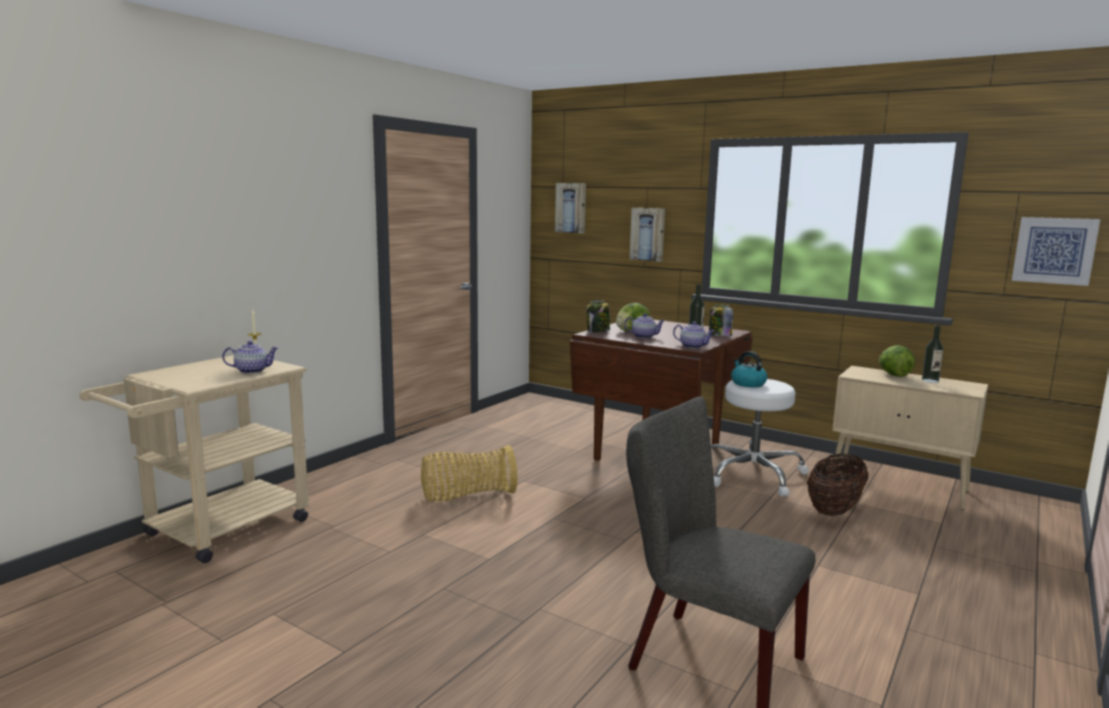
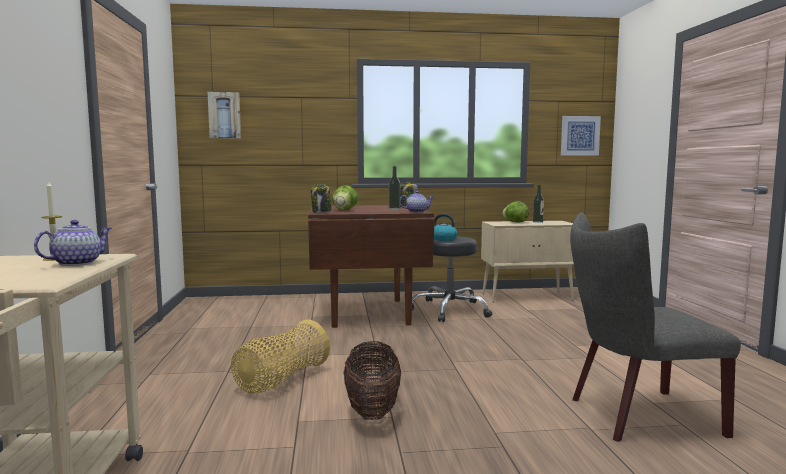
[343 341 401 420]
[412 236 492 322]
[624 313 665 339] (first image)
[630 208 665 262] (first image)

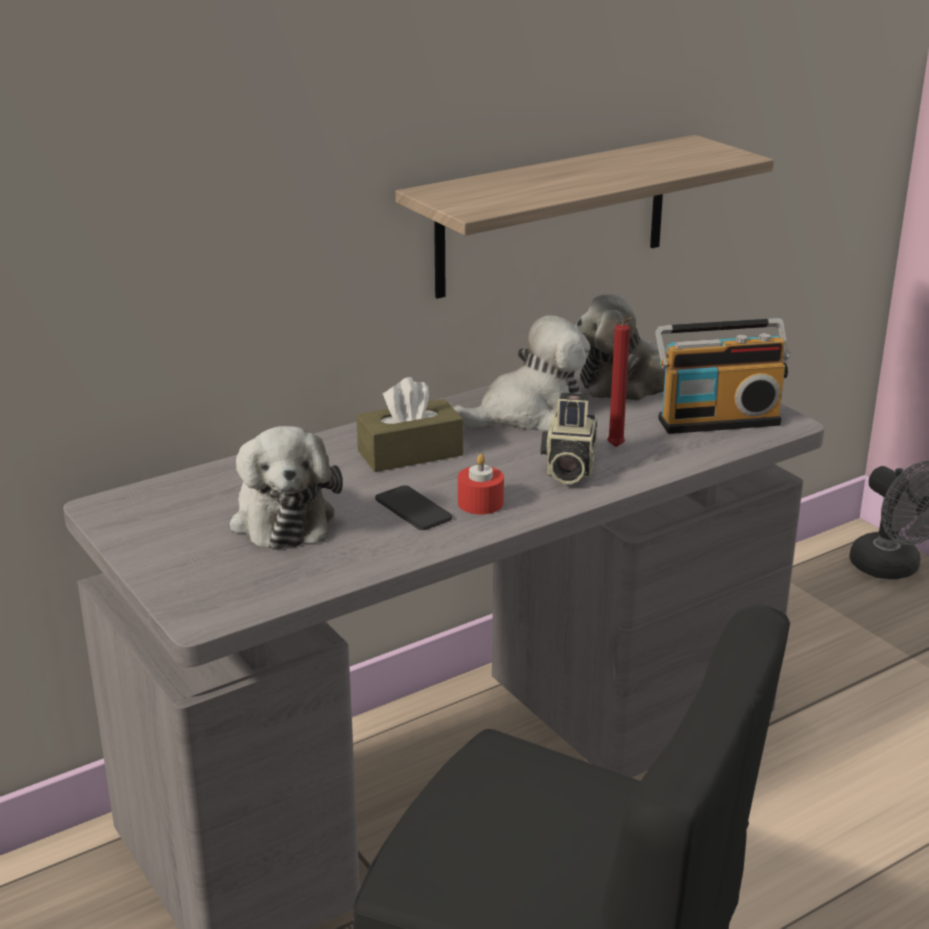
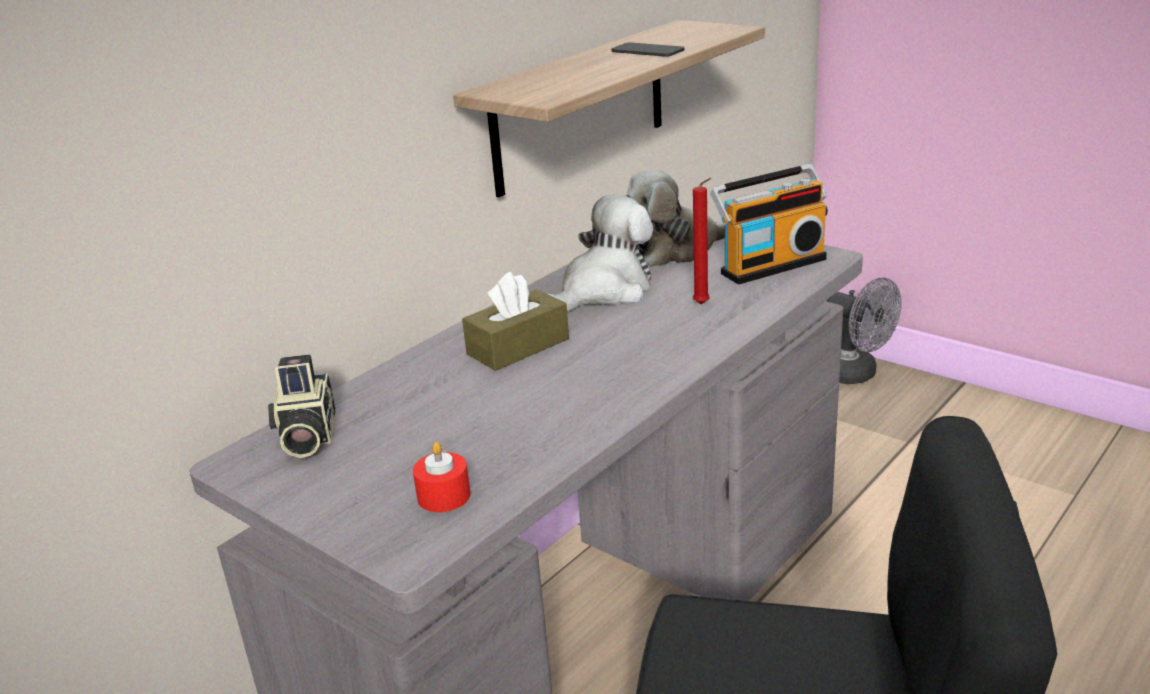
[268 354 335 458]
[413 442 471 512]
[611 42 684 57]
[229 426 343 550] (first image)

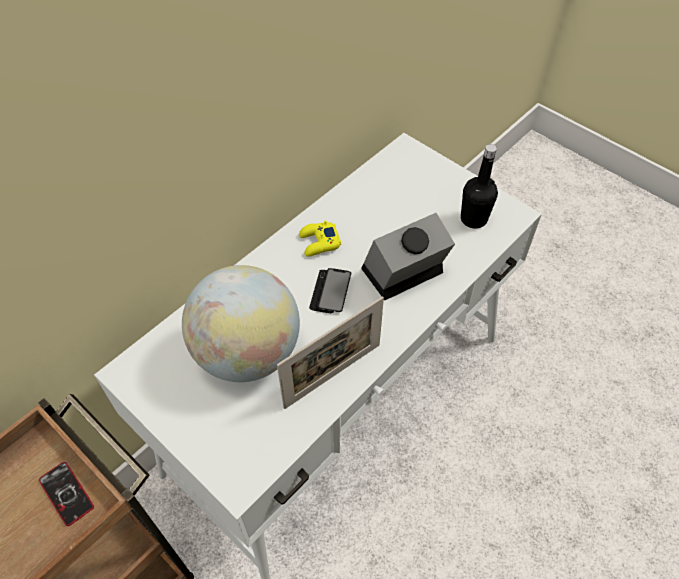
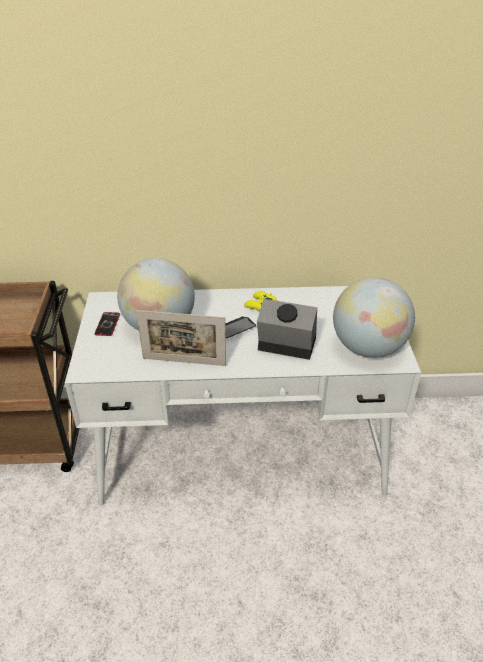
[94 312 120 336]
[333 277 415 358]

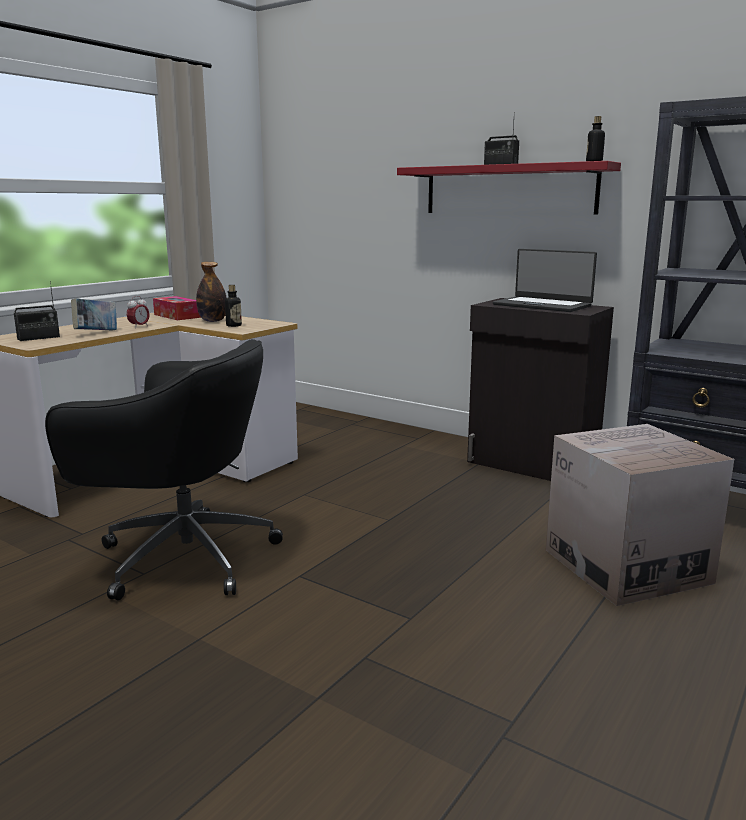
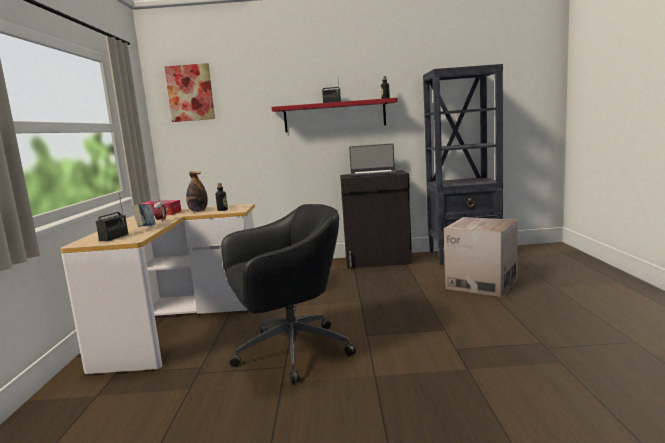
[164 63 215 122]

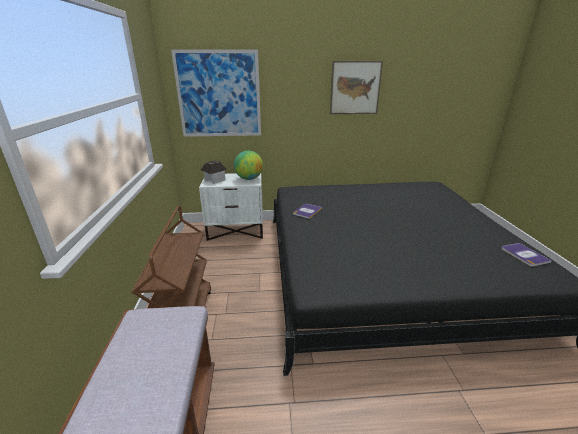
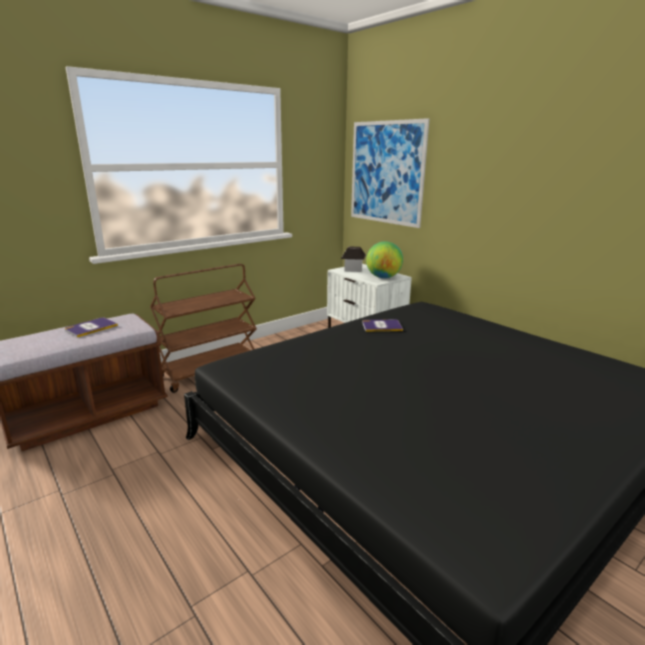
[65 317 118 338]
[330 61 383 114] (first image)

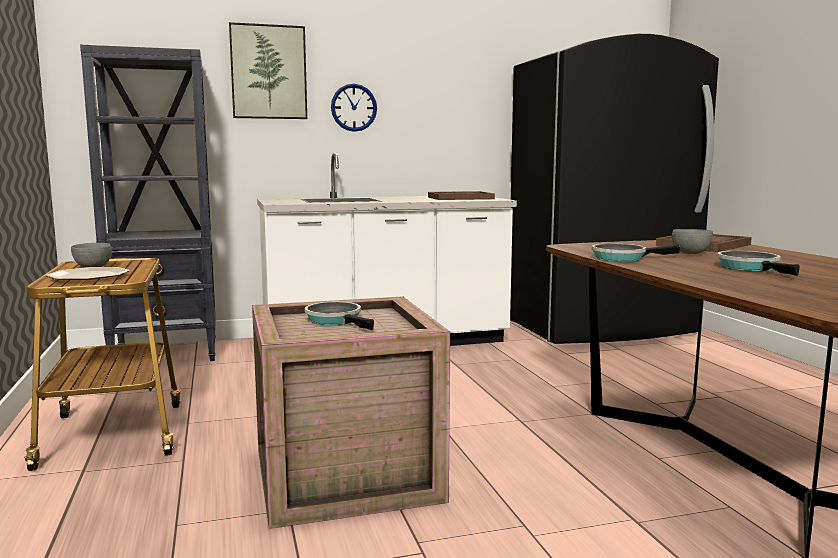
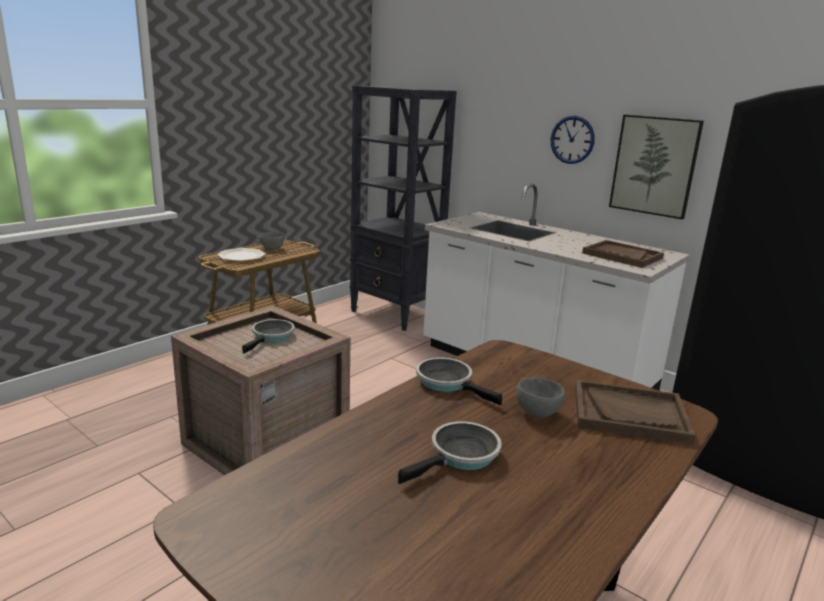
[609 115 704 219]

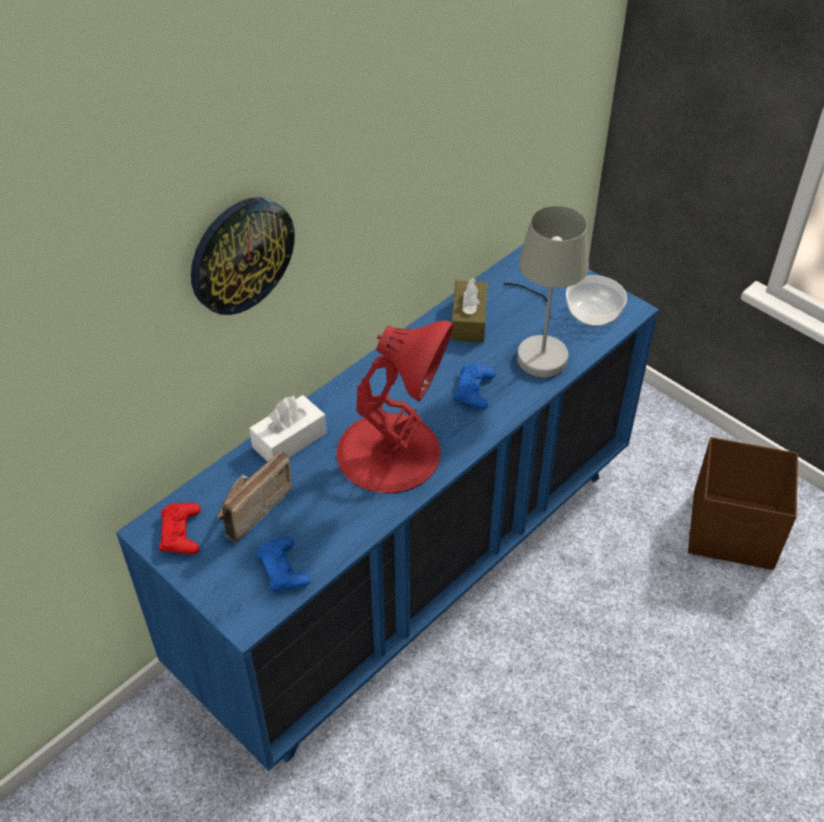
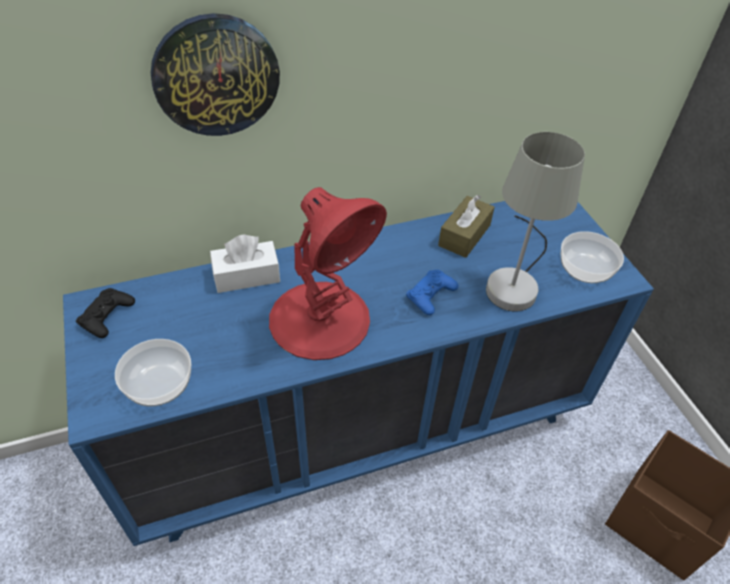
[76 288 135 338]
[115 339 191 406]
[218 452 294 542] (first image)

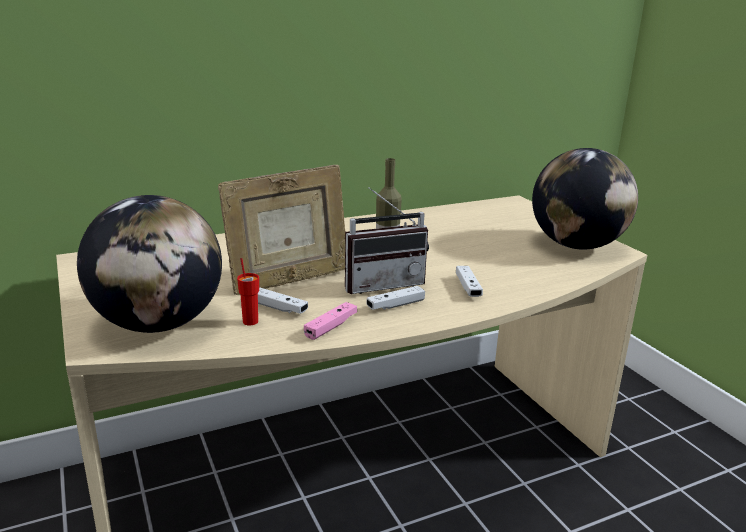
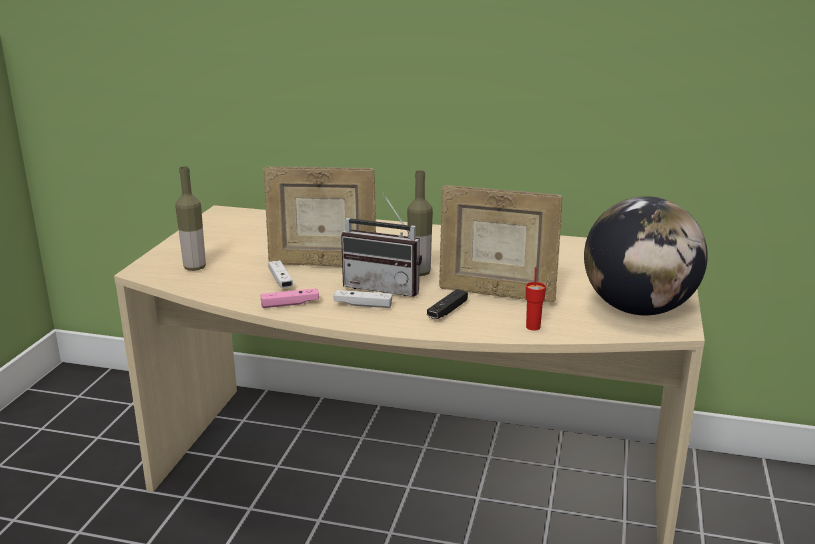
[175 166 206 271]
[427 289 468 319]
[439 185 563 303]
[526 267 546 331]

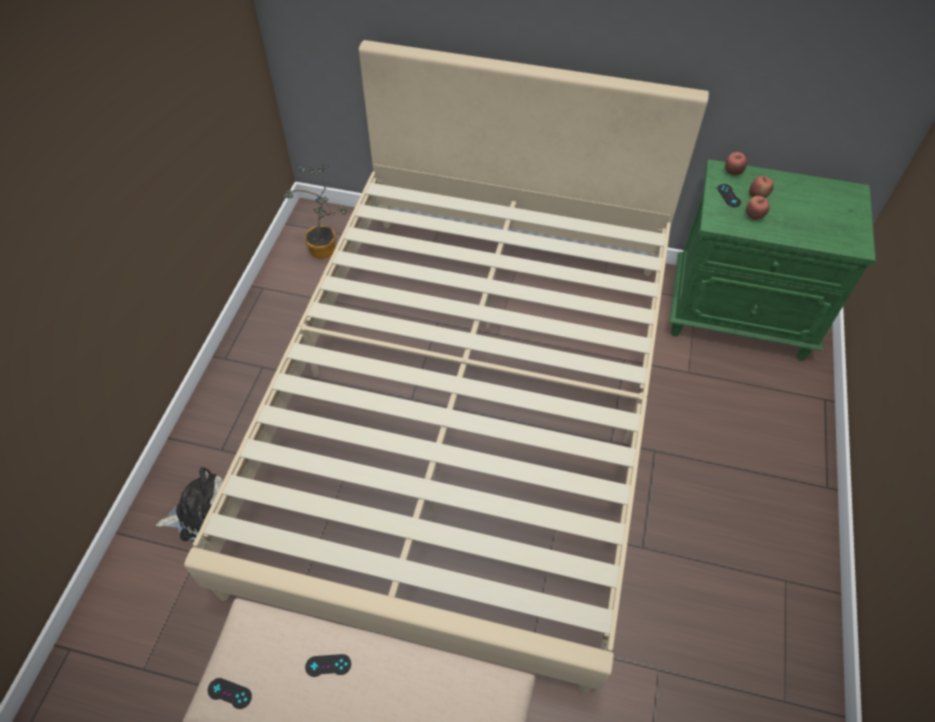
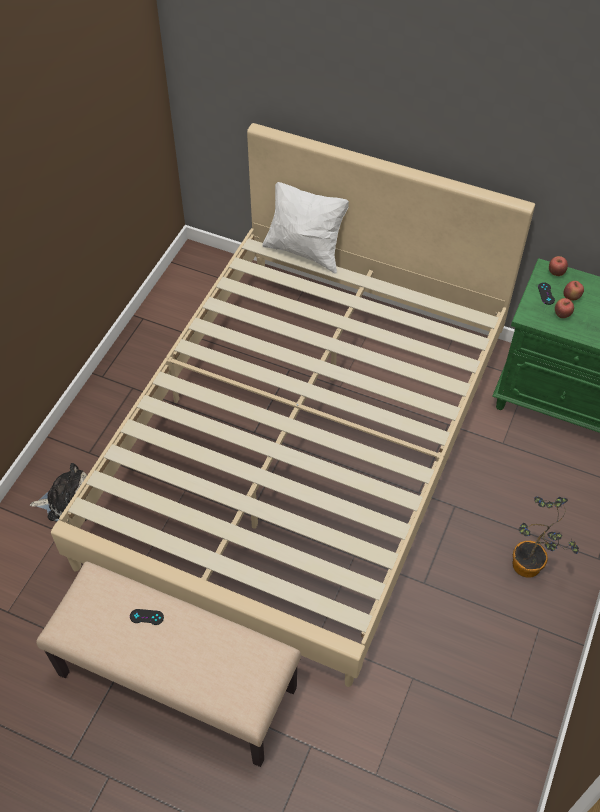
[262 182 349 274]
[512 497 579 578]
[208 678 252 709] (first image)

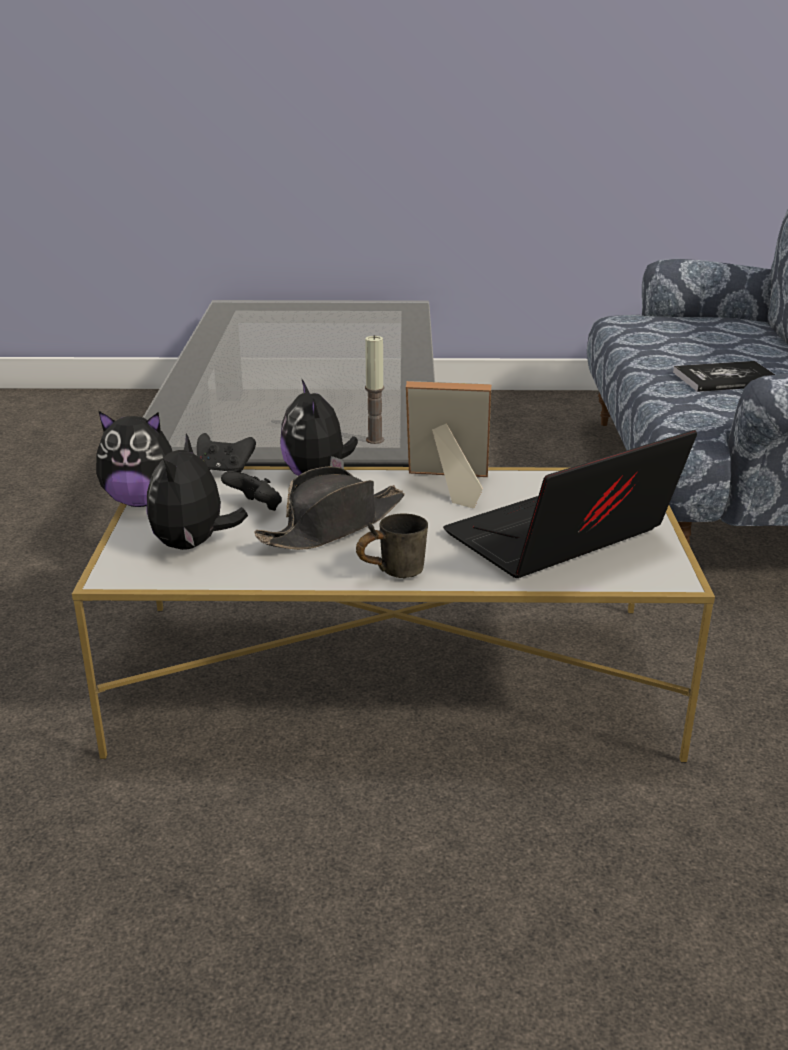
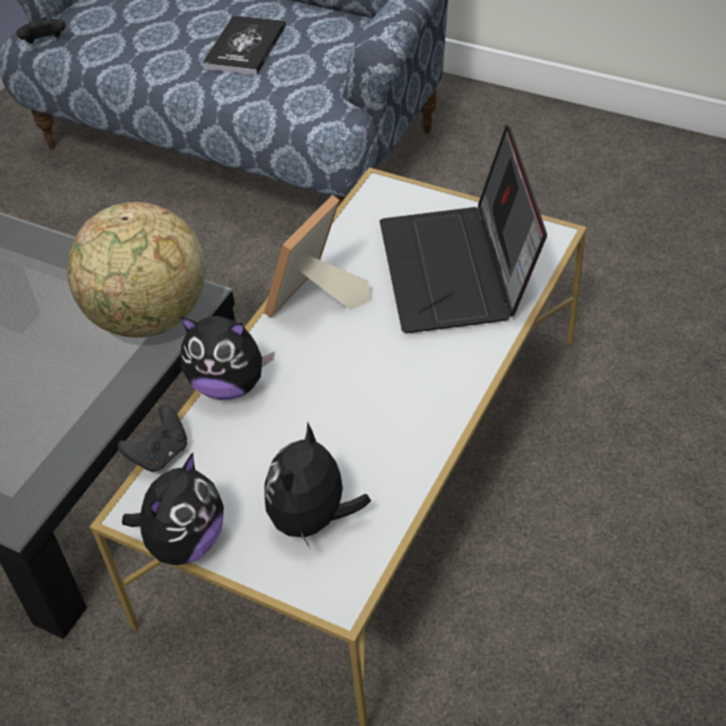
[17 17 66 43]
[67 202 205 338]
[264 421 371 548]
[254 467 405 550] (first image)
[356 513 428 579] (first image)

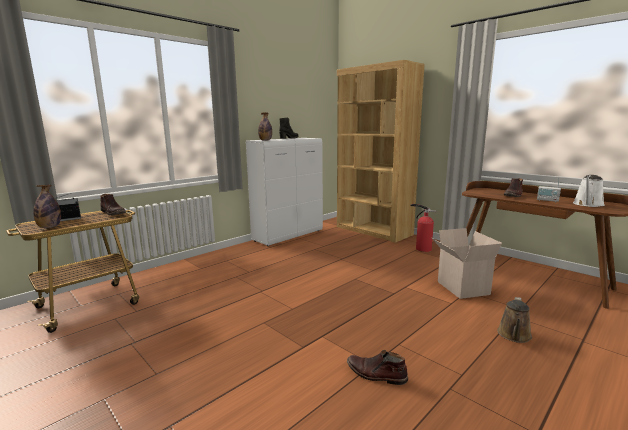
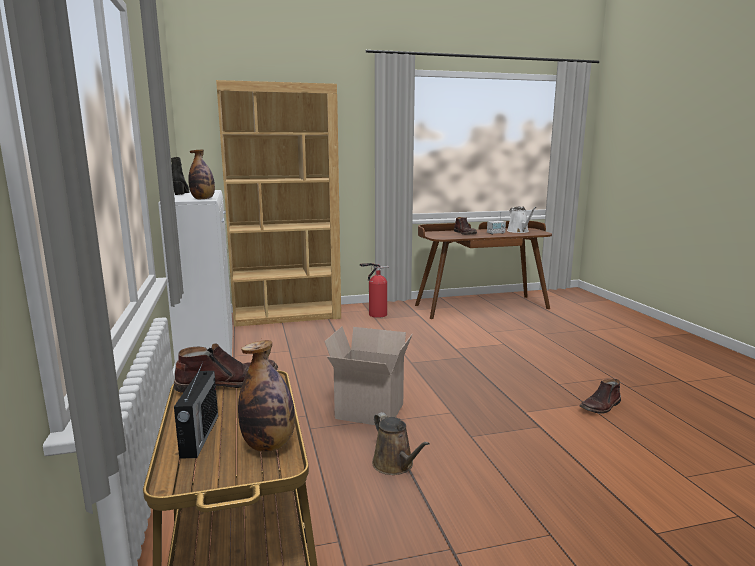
[324 326 413 425]
[372 412 430 475]

